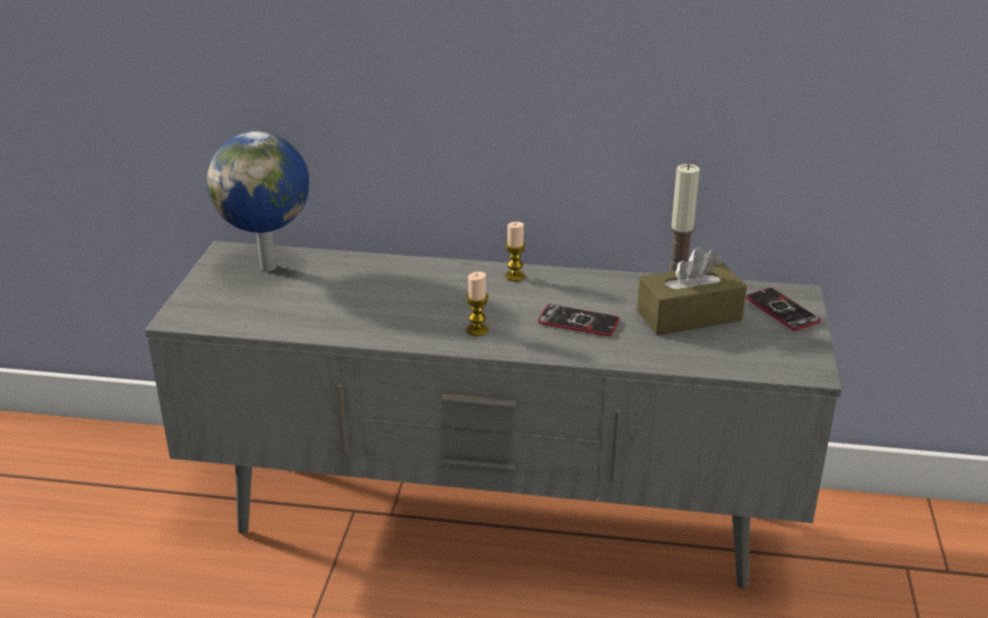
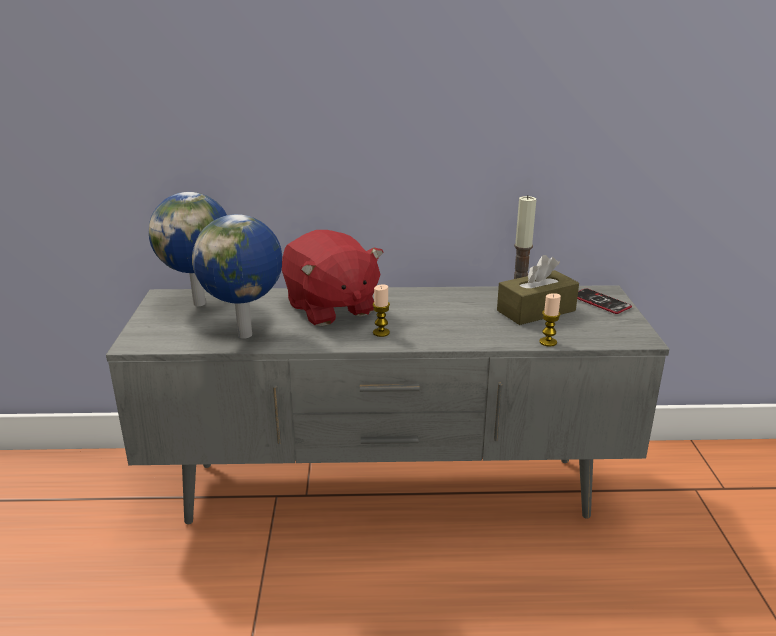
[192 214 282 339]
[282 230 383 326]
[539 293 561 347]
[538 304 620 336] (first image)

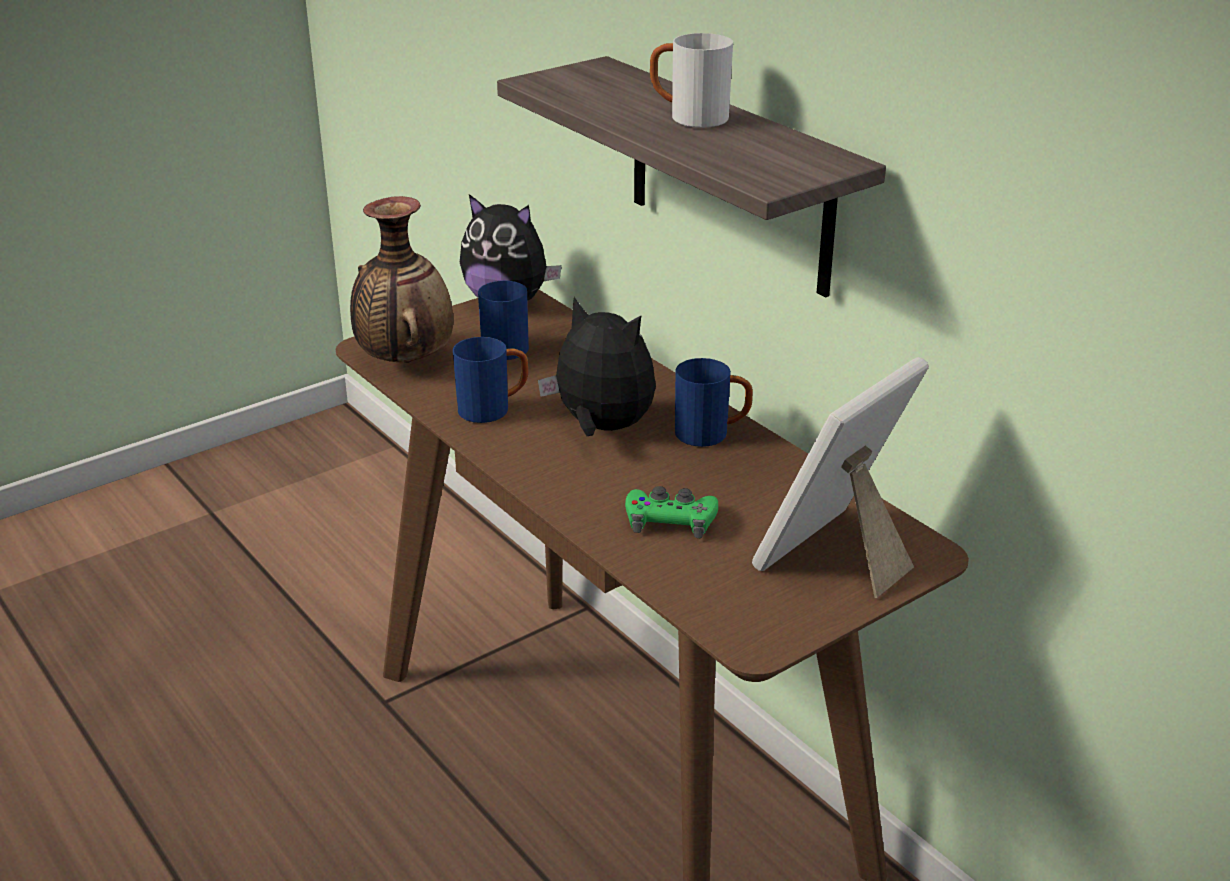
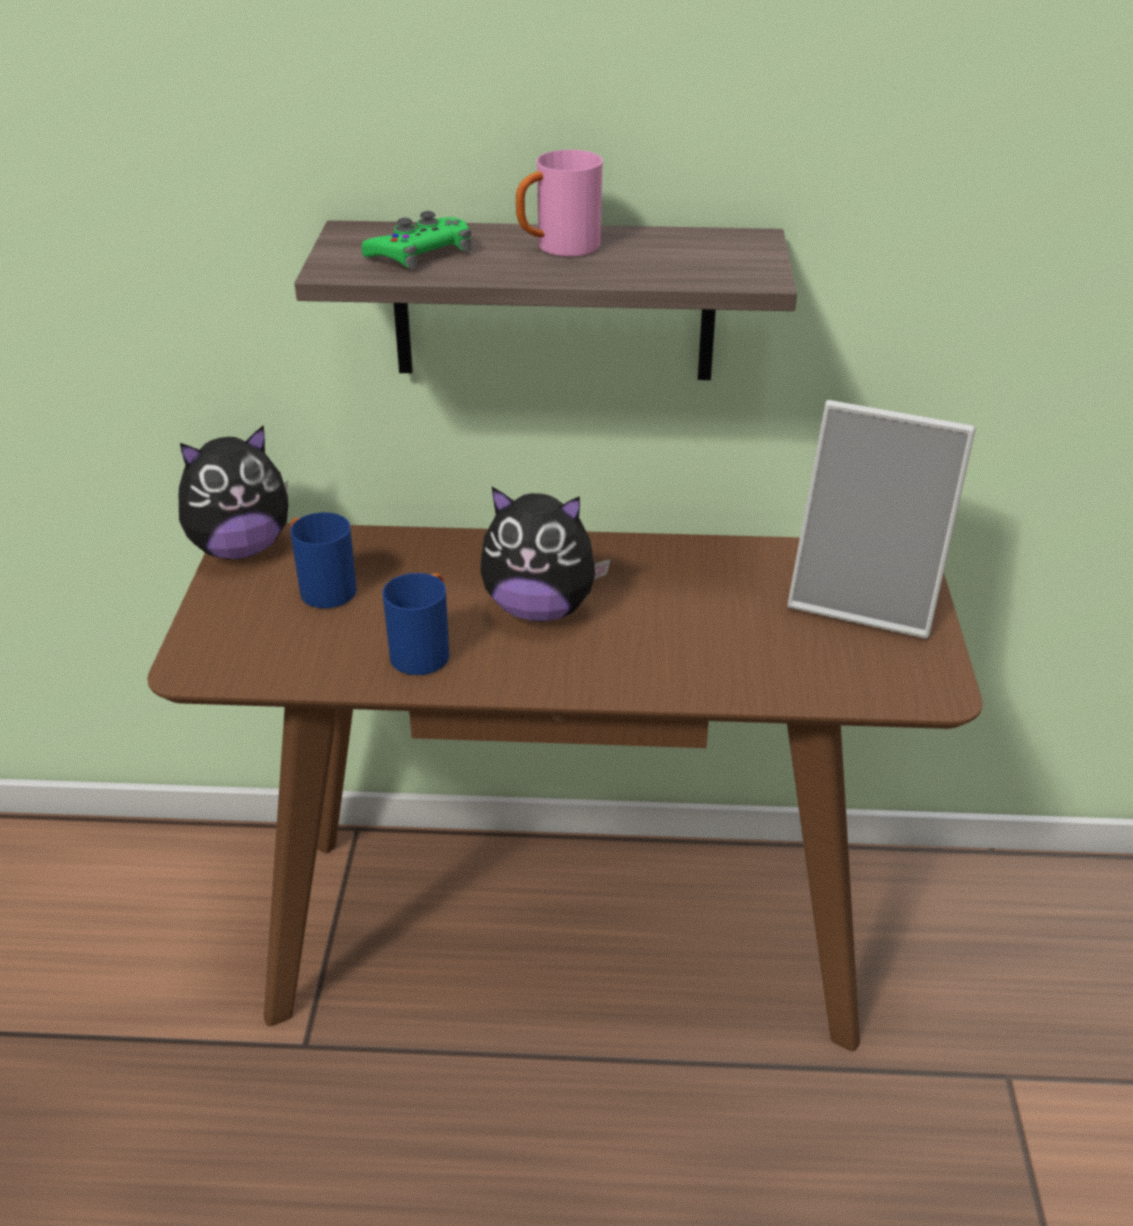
[362 211 471 269]
[480 487 611 621]
[516 150 603 257]
[788 400 976 639]
[350 196 453 363] (first image)
[675 358 753 447] (first image)

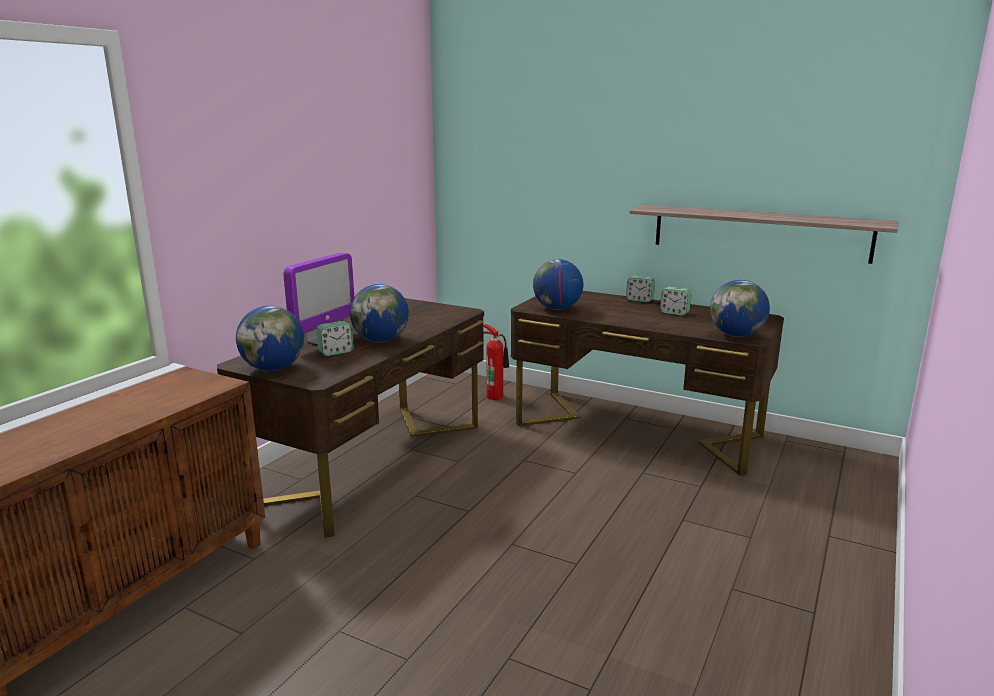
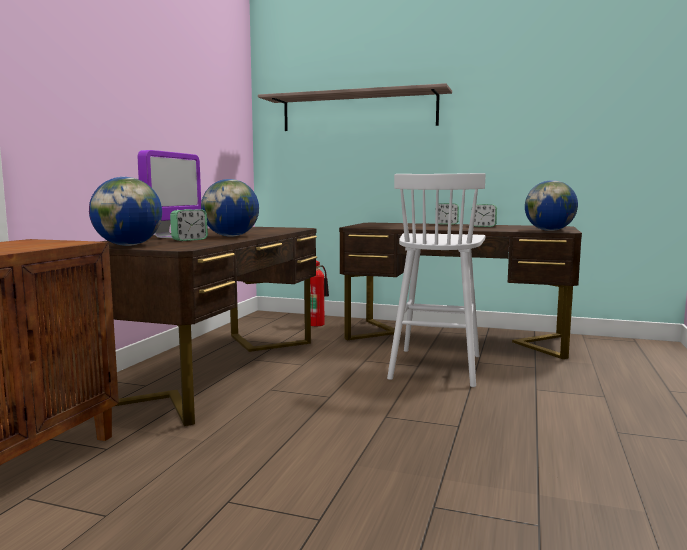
[258 83 452 131]
[387 173 485 387]
[533 259 583 310] (first image)

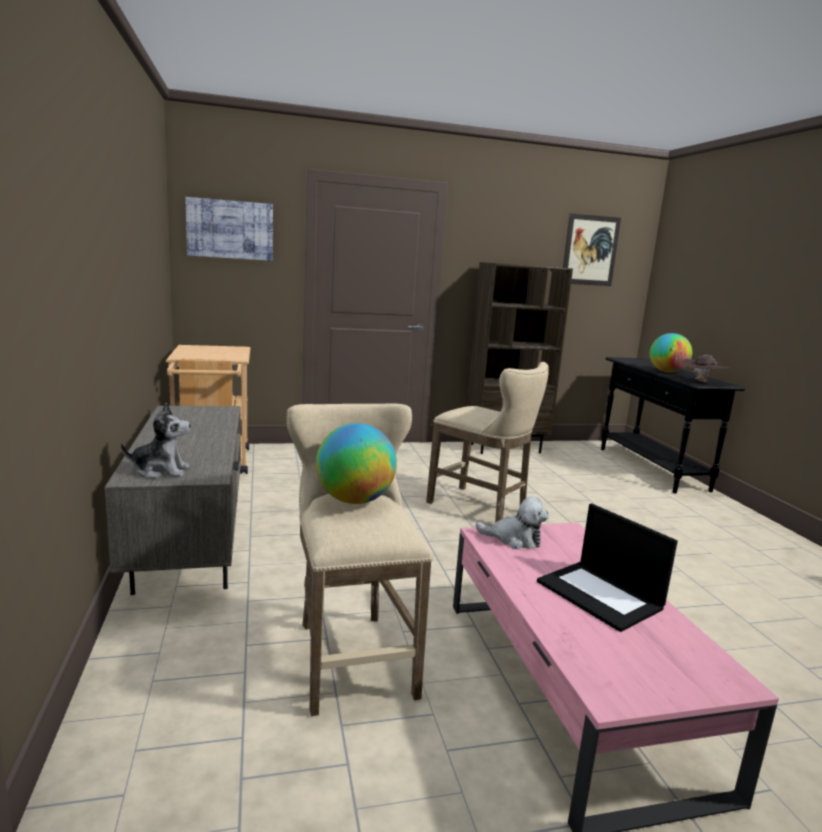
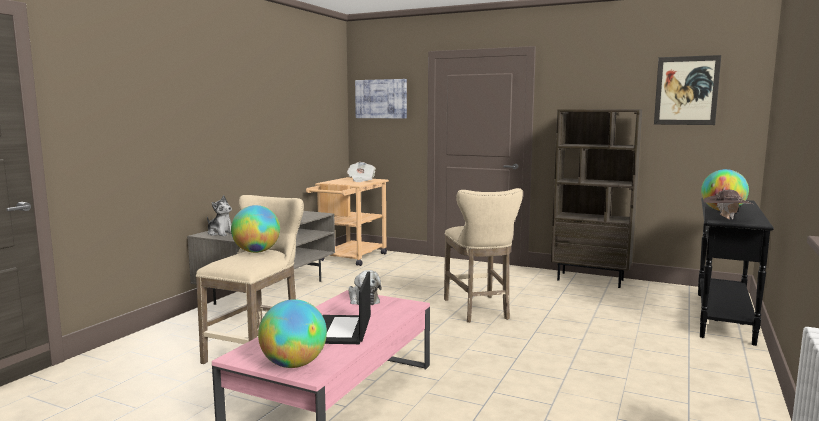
[258 299 327 368]
[347 162 376 182]

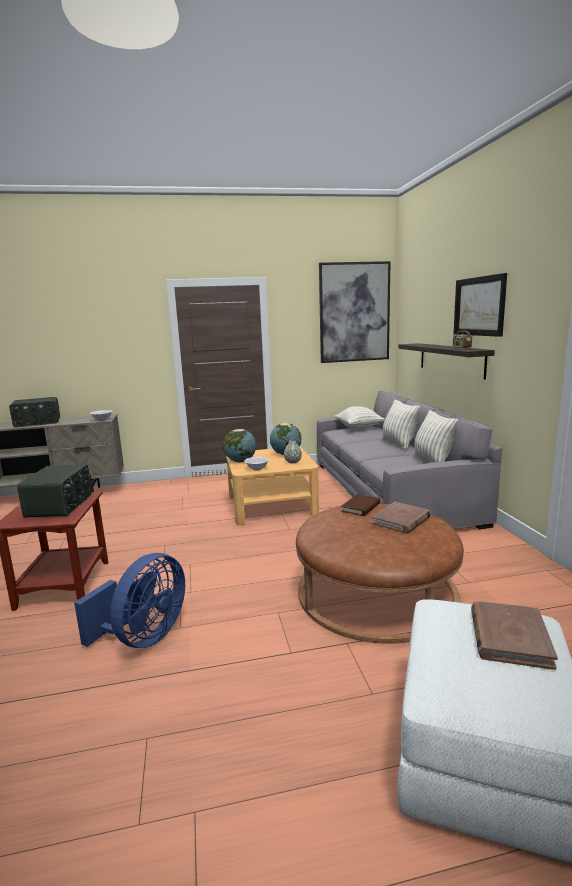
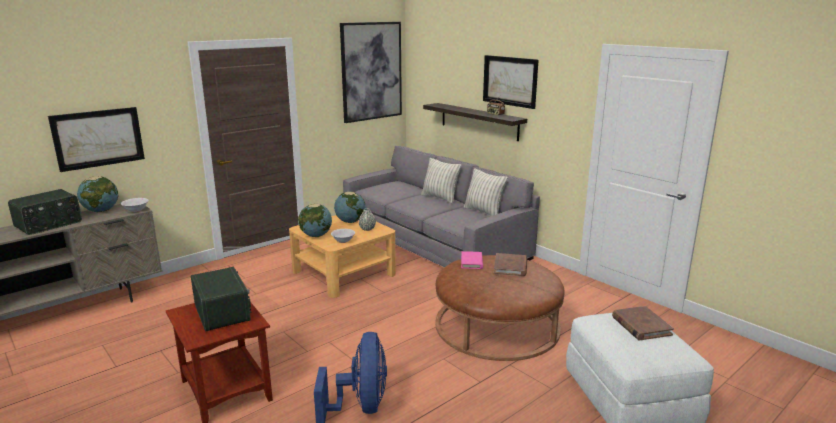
[48 107 145 172]
[77 176 119 212]
[461 251 483 269]
[334 406 385 430] (first image)

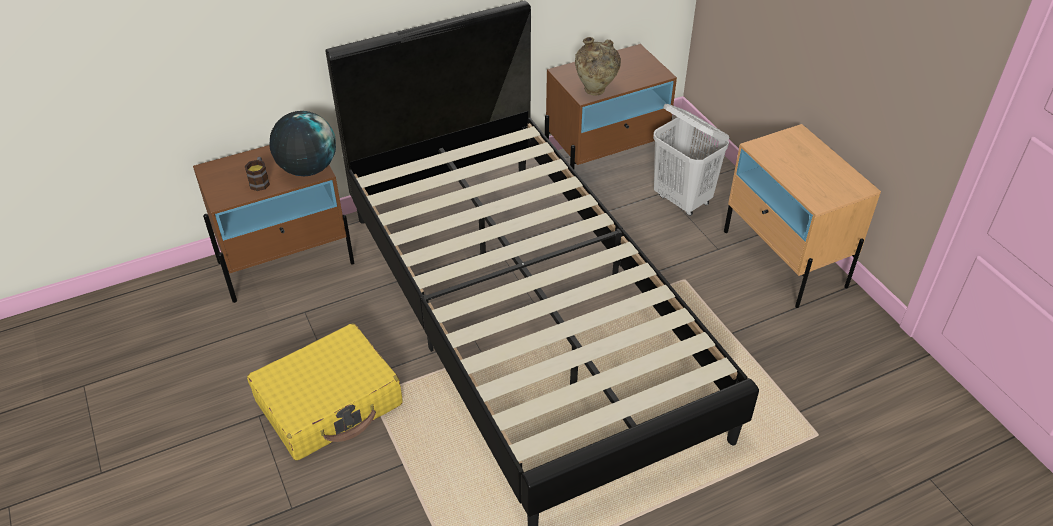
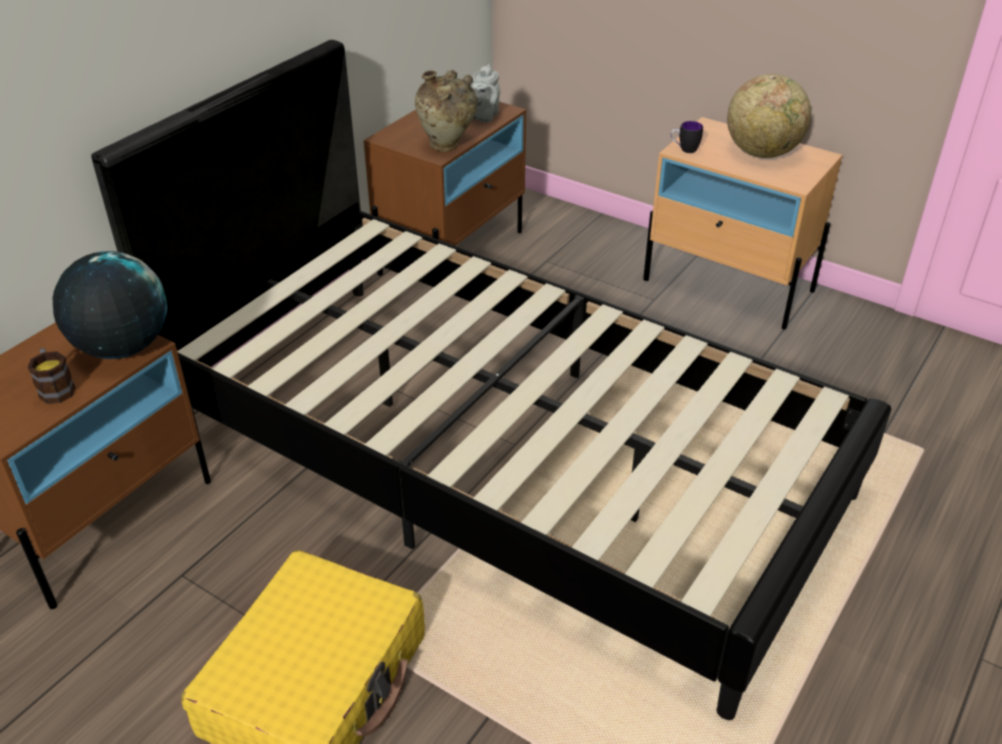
[470 64 500 122]
[671 121 703 153]
[727 74 811 158]
[653 104 730 216] (first image)

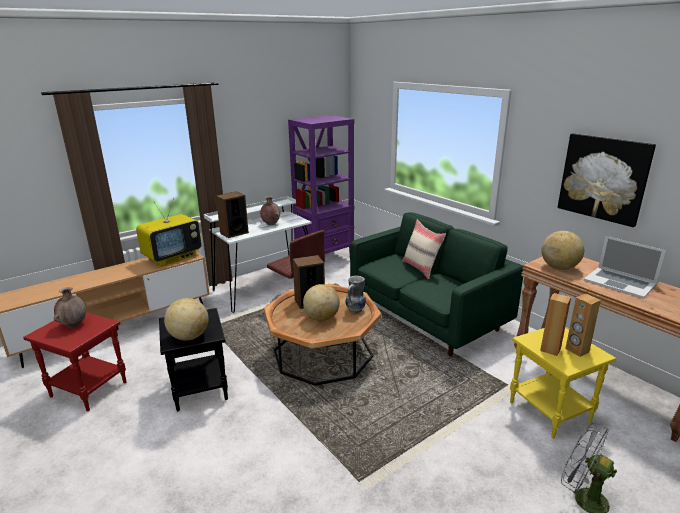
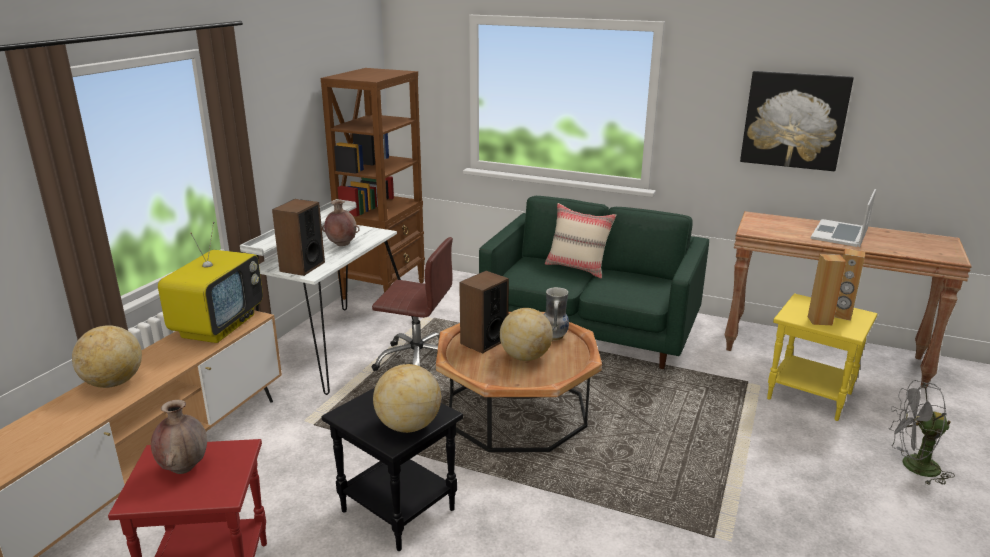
[72 325 142 388]
[321 68 425 300]
[810 189 876 247]

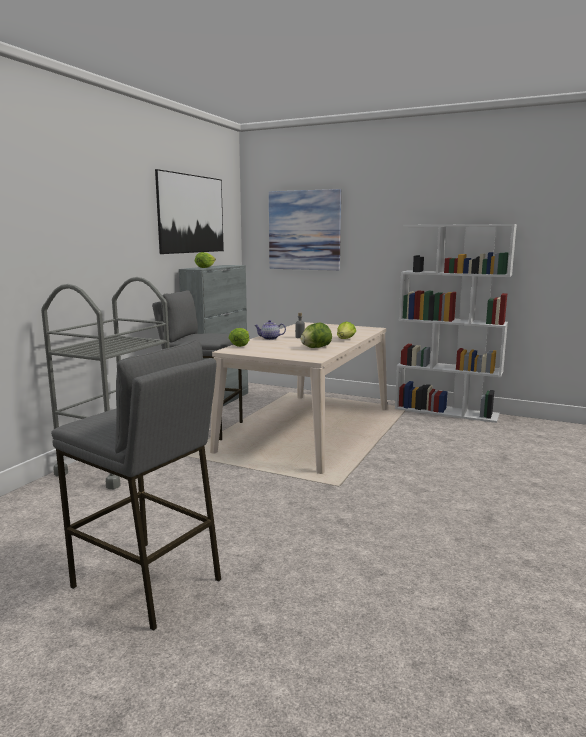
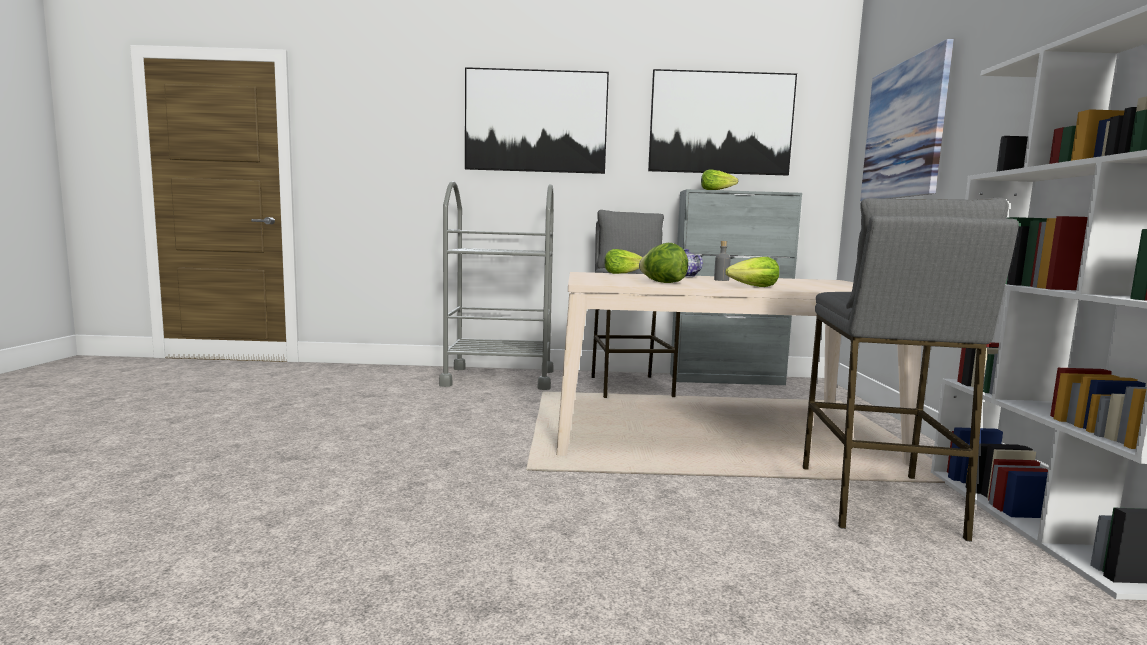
[465 67 609 174]
[803 198 1019 542]

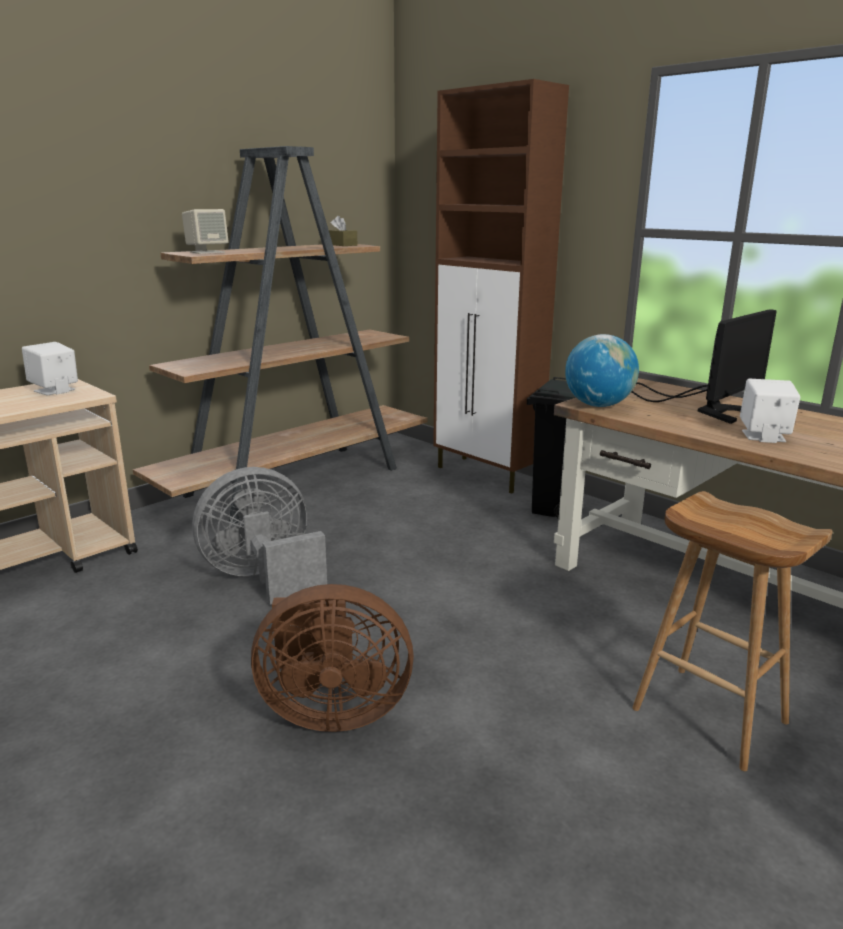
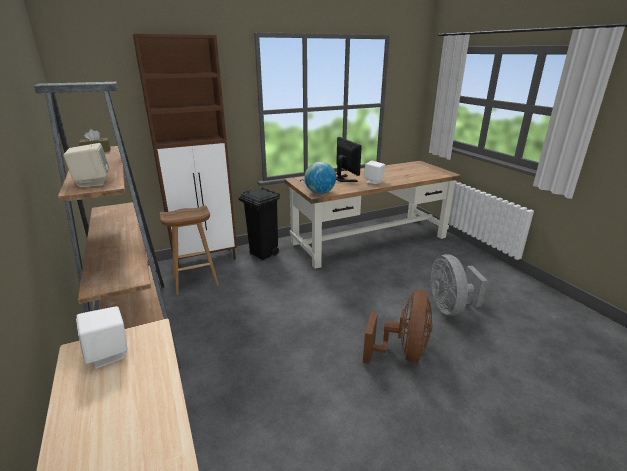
[160 205 219 295]
[430 254 487 316]

